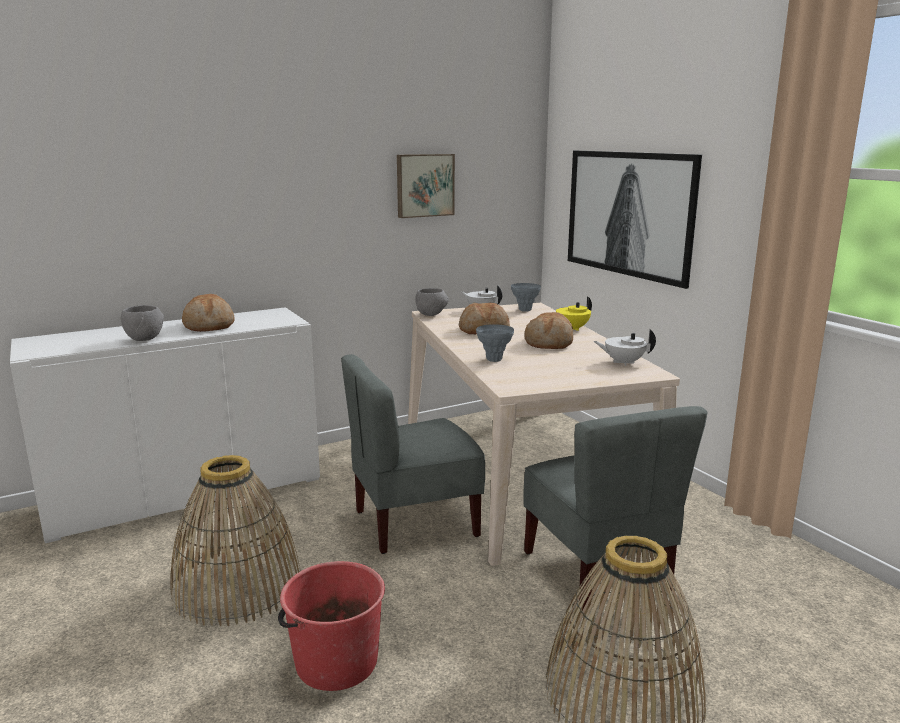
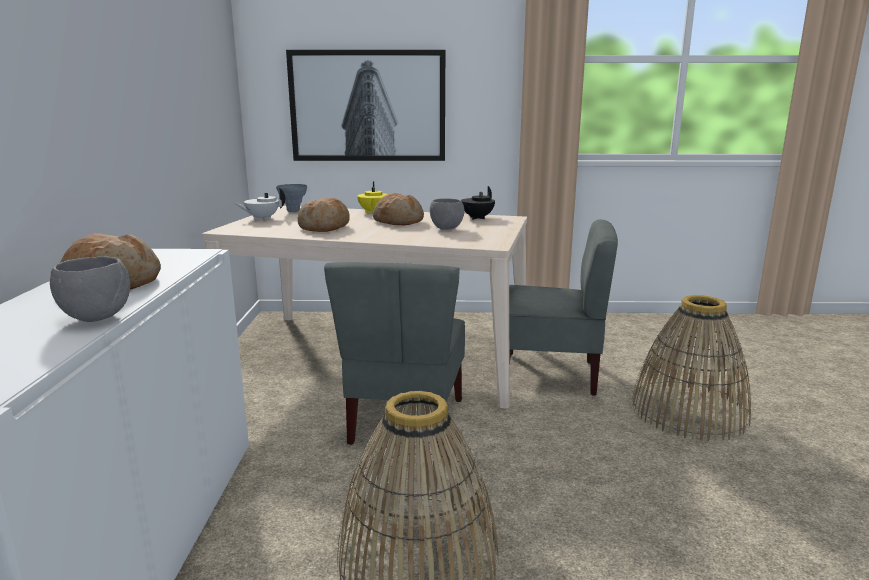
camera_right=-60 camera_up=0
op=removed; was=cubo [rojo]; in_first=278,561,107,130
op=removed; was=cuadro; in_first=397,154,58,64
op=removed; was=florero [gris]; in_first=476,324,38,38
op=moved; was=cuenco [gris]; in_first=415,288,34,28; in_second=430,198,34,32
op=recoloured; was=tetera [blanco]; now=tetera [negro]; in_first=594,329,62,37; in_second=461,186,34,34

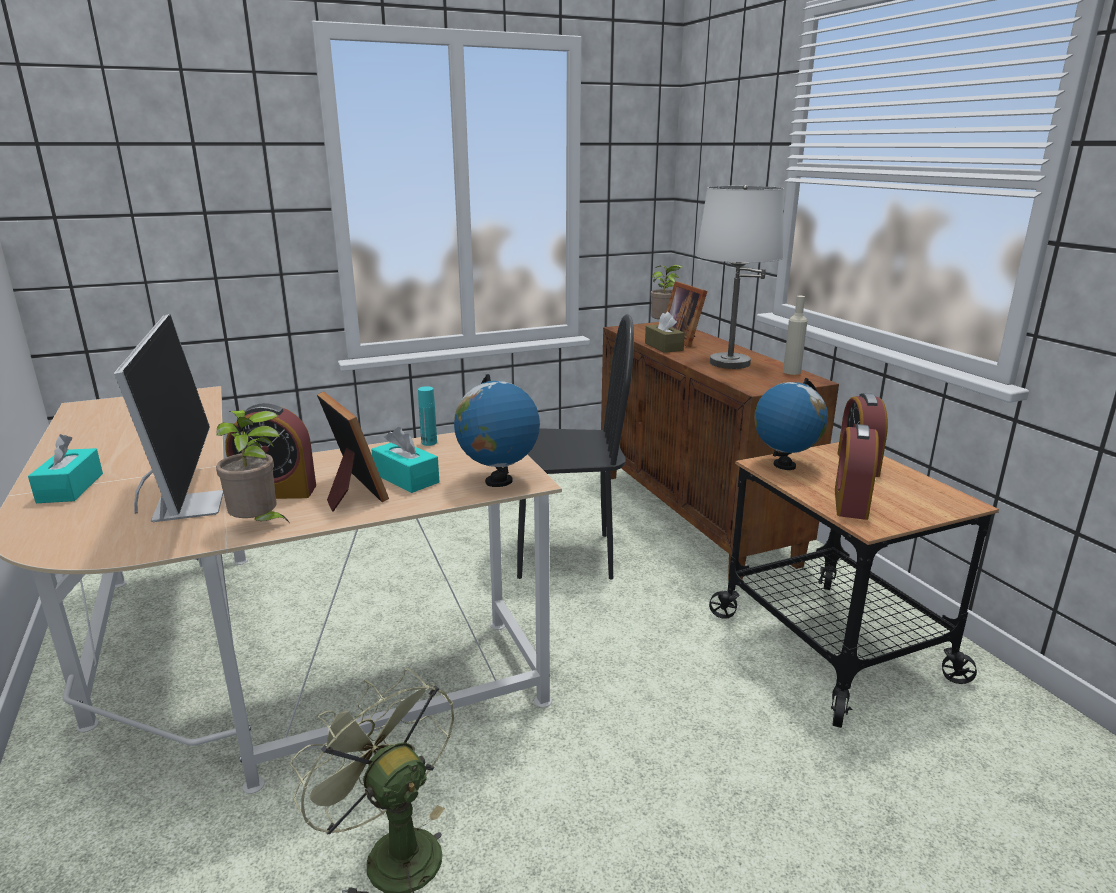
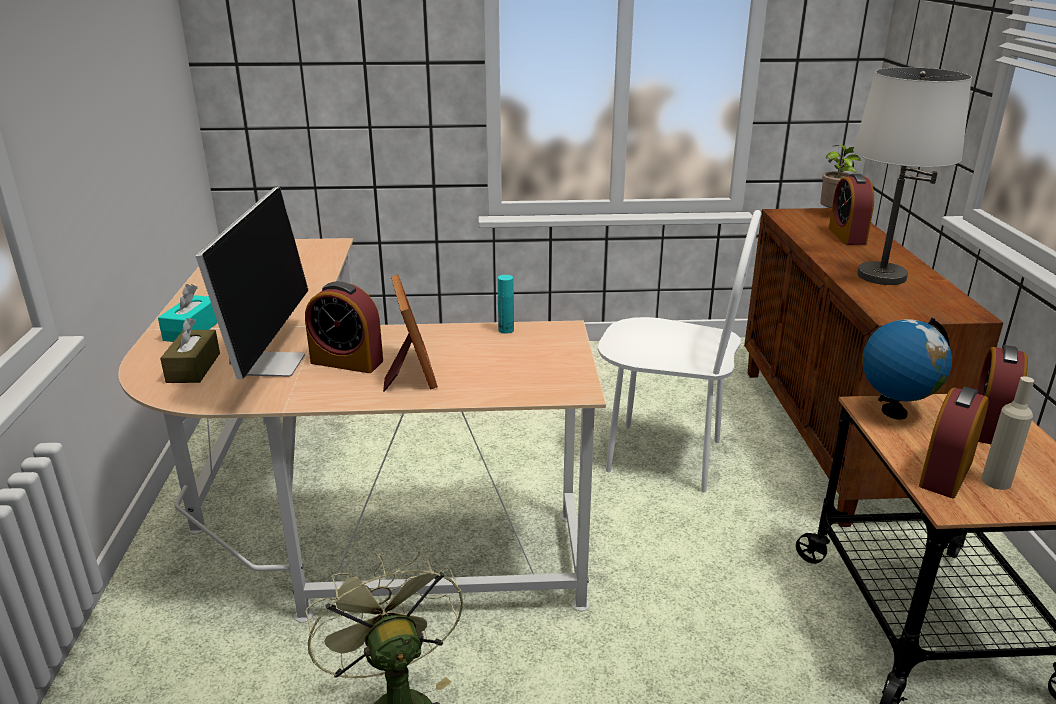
camera_right=20 camera_up=5
op=removed; was=planta en maceta; in_first=216,410,74,113
op=removed; was=caja de pañuelos [turquesa]; in_first=371,427,68,66
op=removed; was=globo terráqueo; in_first=454,374,86,113
op=moved; was=caja de pañuelos [marrón]; in_first=645,312,40,41; in_second=160,318,60,65
op=moved; was=botella [beis]; in_first=783,296,24,79; in_second=982,376,52,114
op=replaced; was=portarretratos; now=despertador; in_first=666,281,41,66; in_second=829,174,45,71
op=recoloured; was=silla [negro]; now=silla [blanco]; in_first=517,314,117,265; in_second=598,210,163,283

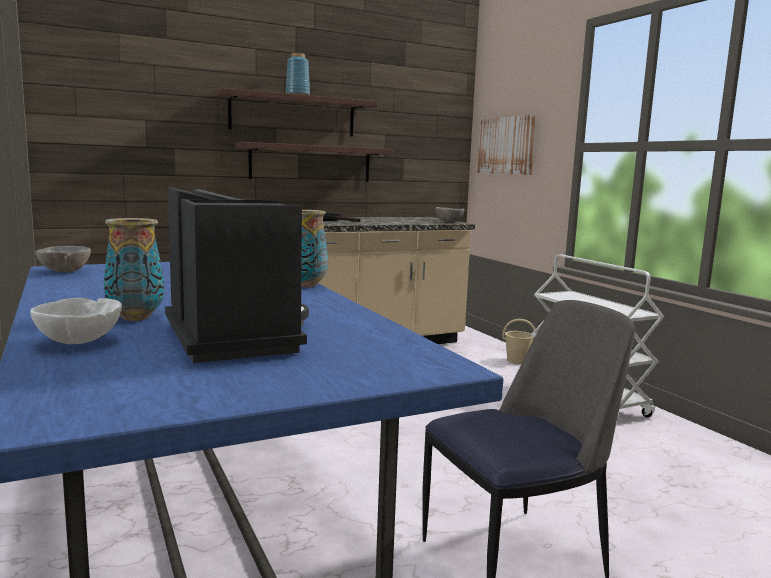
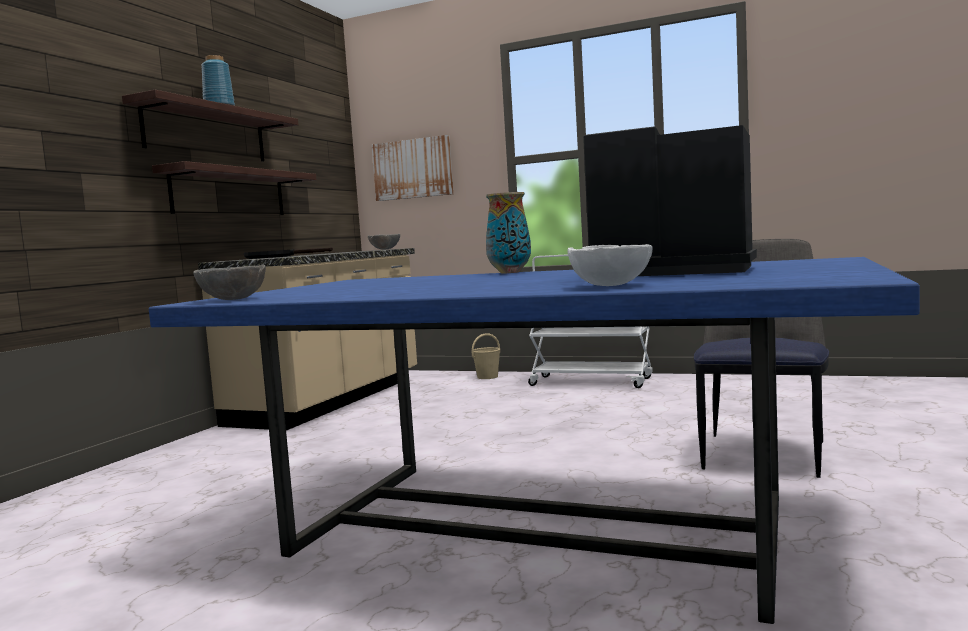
camera_right=-40 camera_up=-5
op=removed; was=florero; in_first=104,218,60,103

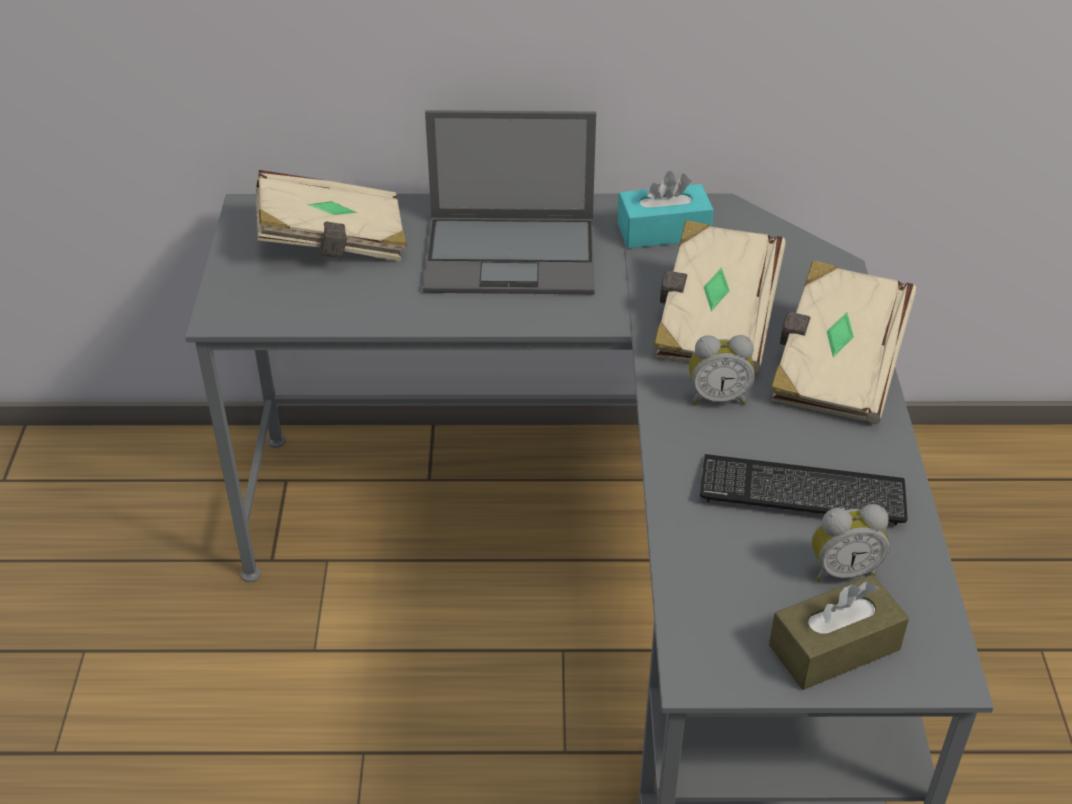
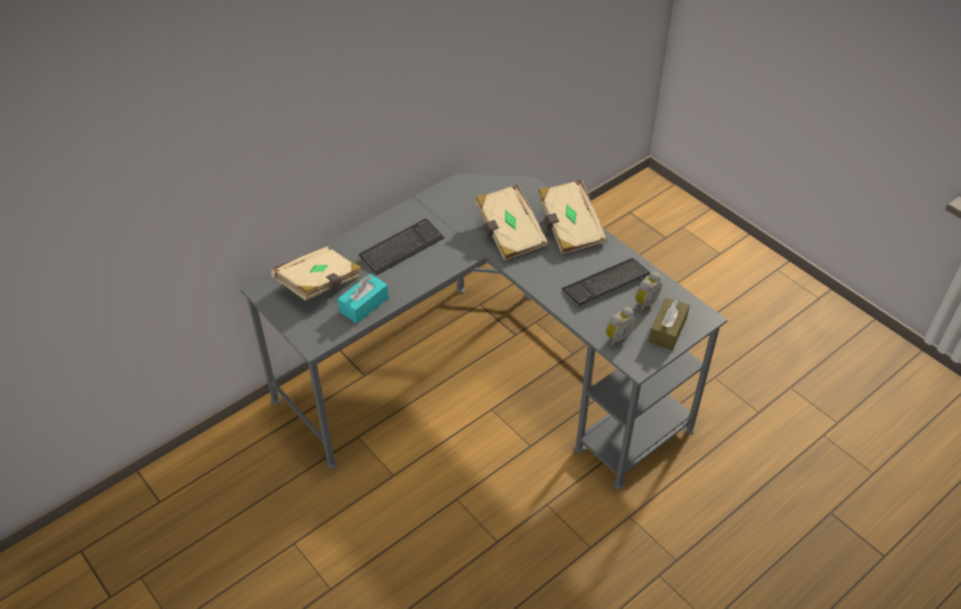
camera_right=-40 camera_up=5
op=moved; was=caja de pañuelos [turquesa]; in_first=617,171,97,77; in_second=338,274,51,50
op=moved; was=despertador; in_first=689,335,66,70; in_second=605,307,30,40
op=replaced; was=portátil; now=teclado; in_first=423,110,173,184; in_second=359,219,85,56

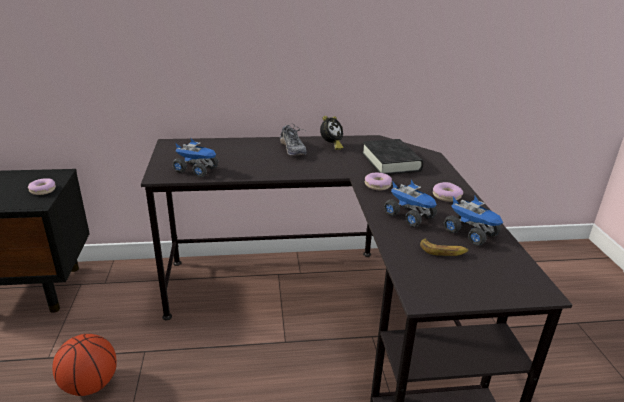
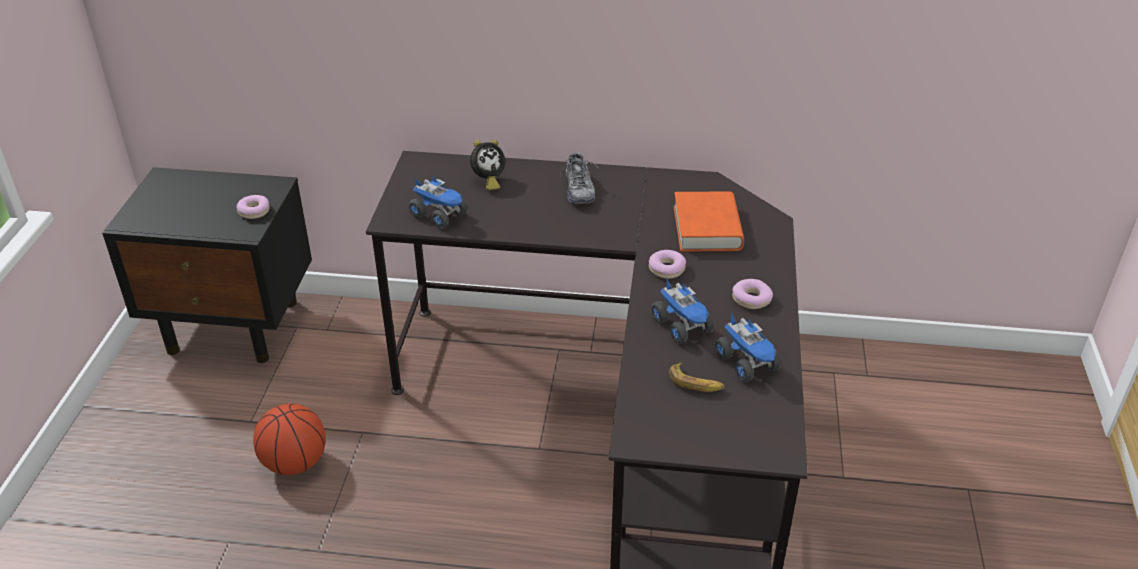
camera_right=15 camera_up=10
op=moved; was=despertador; in_first=320,116,23,34; in_second=470,140,35,50
op=recoloured; was=libro [negro]; now=libro [naranja]; in_first=362,139,62,36; in_second=673,191,71,61

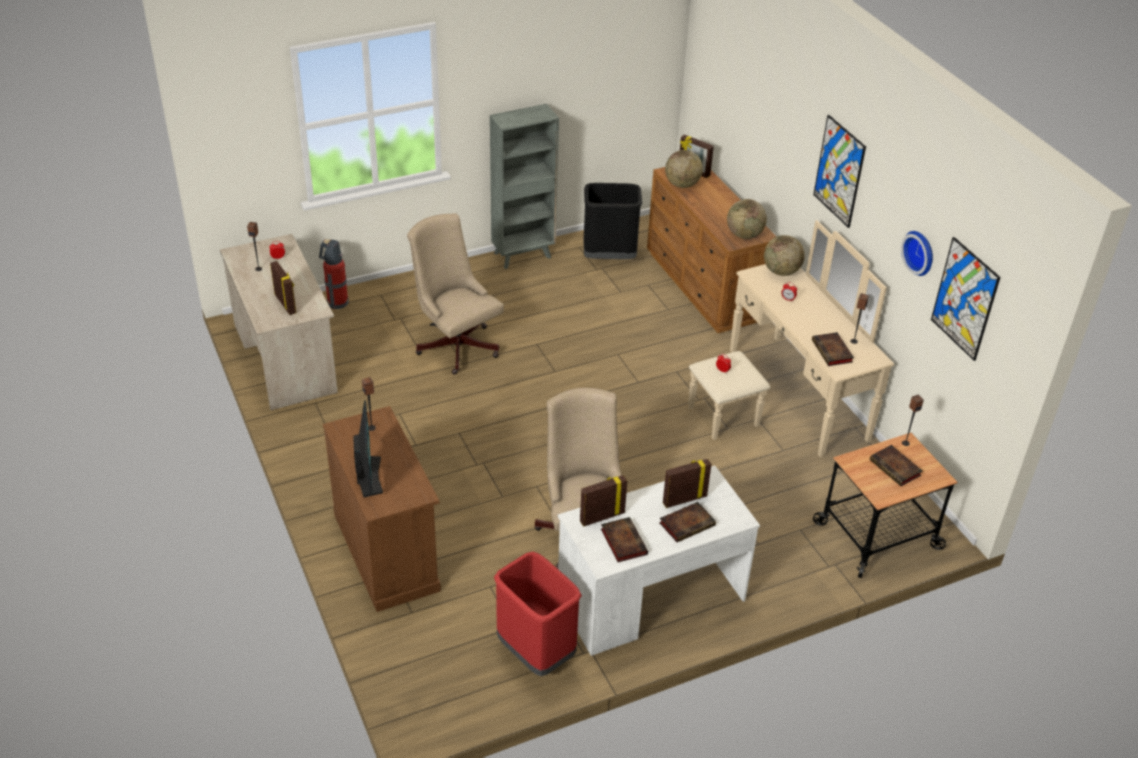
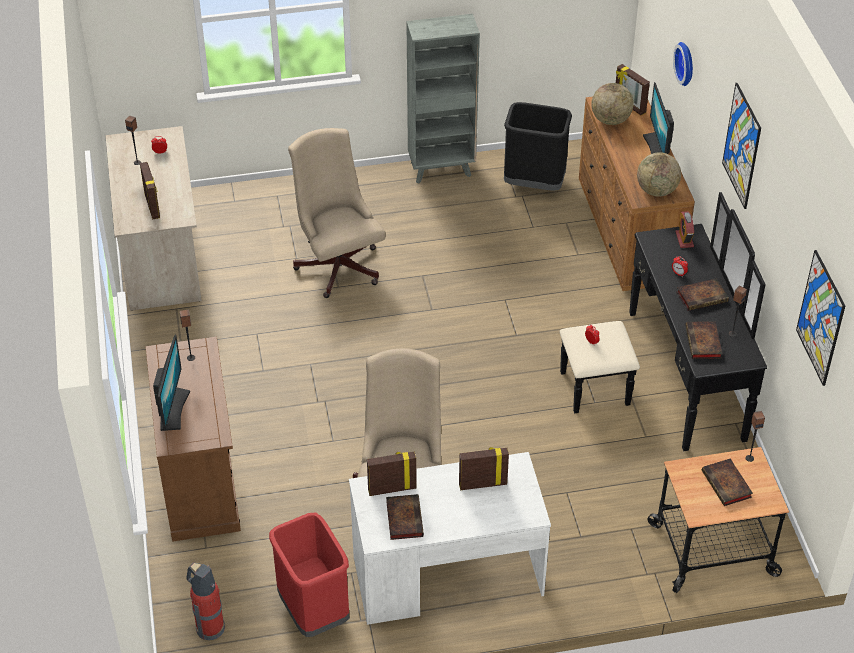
camera_right=15 camera_up=5
op=added; now=monitor; in_second=643,82,31,72
op=moved; was=extintor; in_first=319,239,30,70; in_second=186,562,39,78
op=moved; was=libro; in_first=659,502,57,40; in_second=676,278,53,33
op=moved; was=reloj de pared; in_first=901,231,32,45; in_second=673,42,20,44
op=replaced; was=globo terráqueo; now=despertador; in_first=764,235,41,41; in_second=675,211,19,37
op=recoloured; was=cómoda [beis]; now=cómoda [negro]; in_first=688,220,206,237; in_second=560,192,207,259

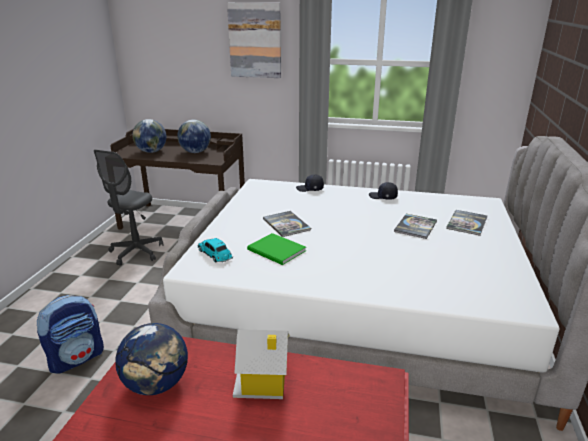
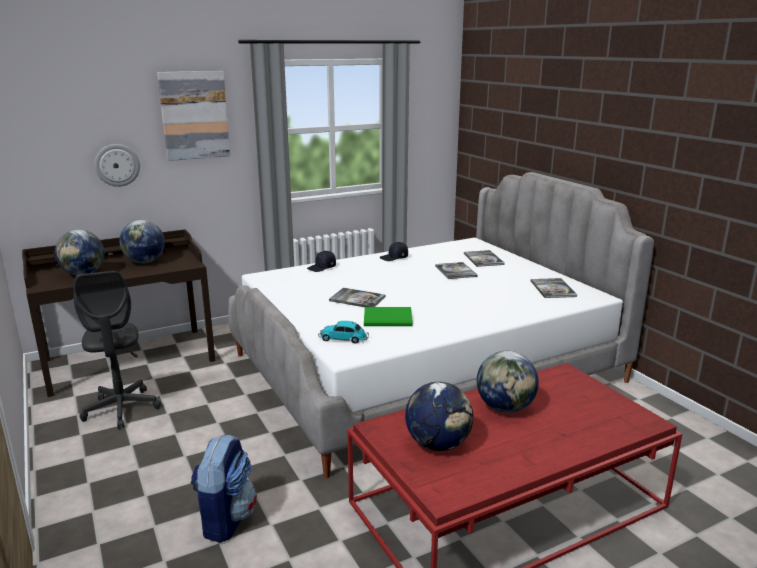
camera_right=-40 camera_up=-5
op=added; now=reloj de pared; in_second=94,144,46,43
op=added; now=libro; in_second=531,278,46,20
op=replaced; was=casita; now=globo terráqueo; in_first=233,329,56,70; in_second=477,351,62,62

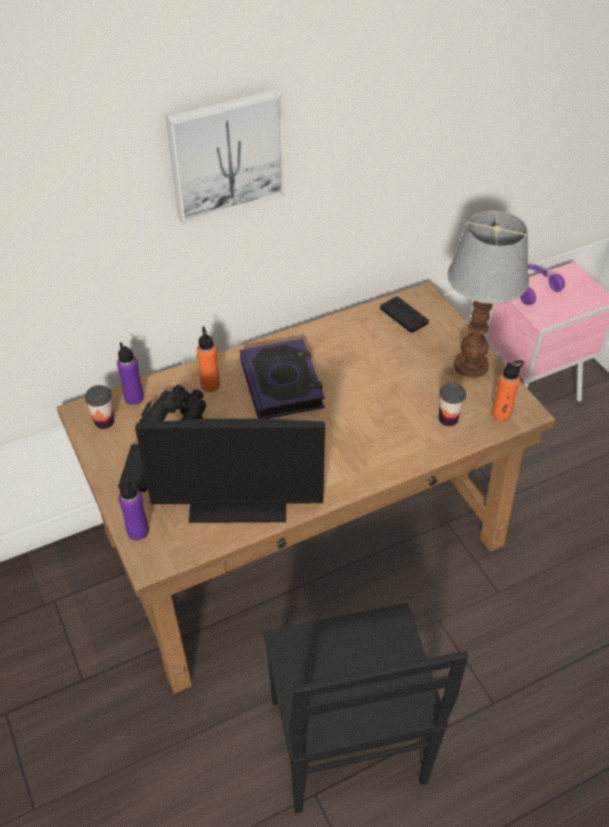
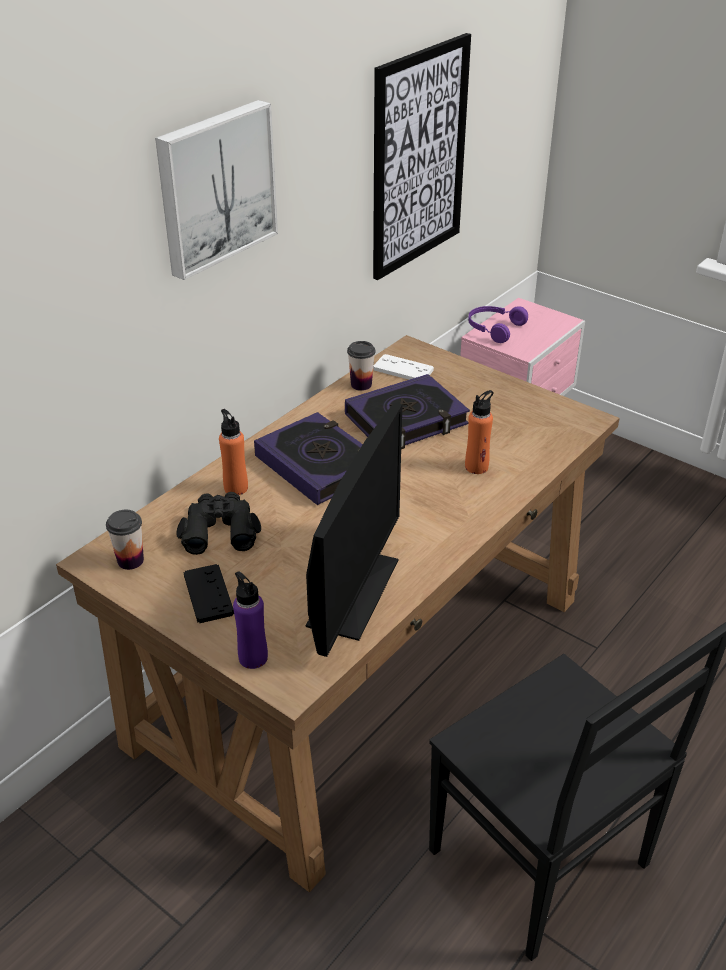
camera_right=-25 camera_up=-10
op=removed; was=botella [morado]; in_first=117,342,27,63
op=removed; was=lámpara de mesa; in_first=448,210,81,168
op=added; now=libro; in_second=345,374,125,75
op=added; now=cuadro; in_second=373,33,98,247
op=moved; was=taza; in_first=439,382,27,44; in_second=347,341,28,50
op=moved; was=botella [naranja]; in_first=492,360,32,61; in_second=465,390,29,84
op=recoloured; was=mando de consola [negro]; now=mando de consola [blanco]; in_first=380,297,49,36; in_second=373,354,61,26
op=turned; was=monitor; in_first=135,419,190,104; in_second=306,403,96,254; clockwise=-45

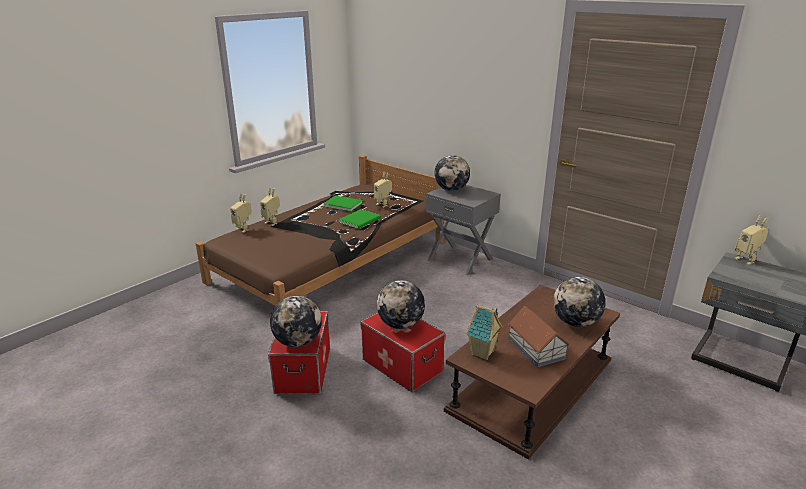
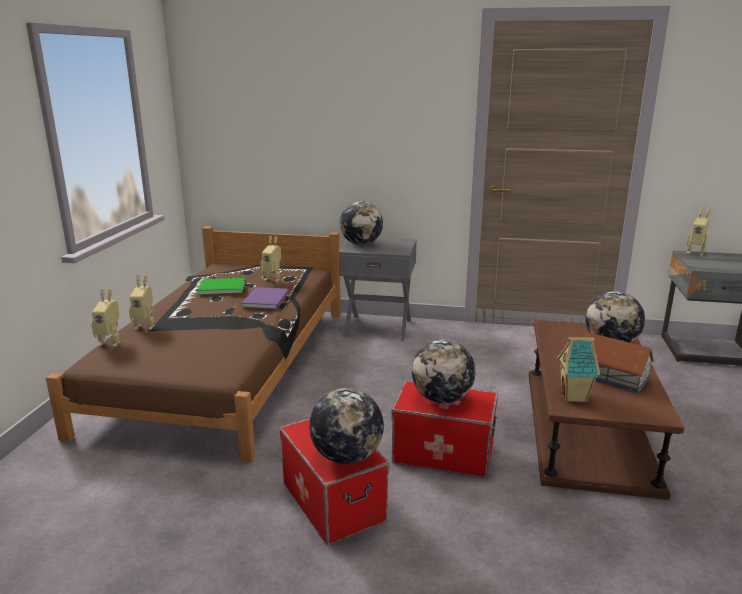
camera_right=-30 camera_up=-5
op=recoloured; was=libro [verde]; now=libro [morado]; in_first=338,209,43,20; in_second=242,287,47,22

